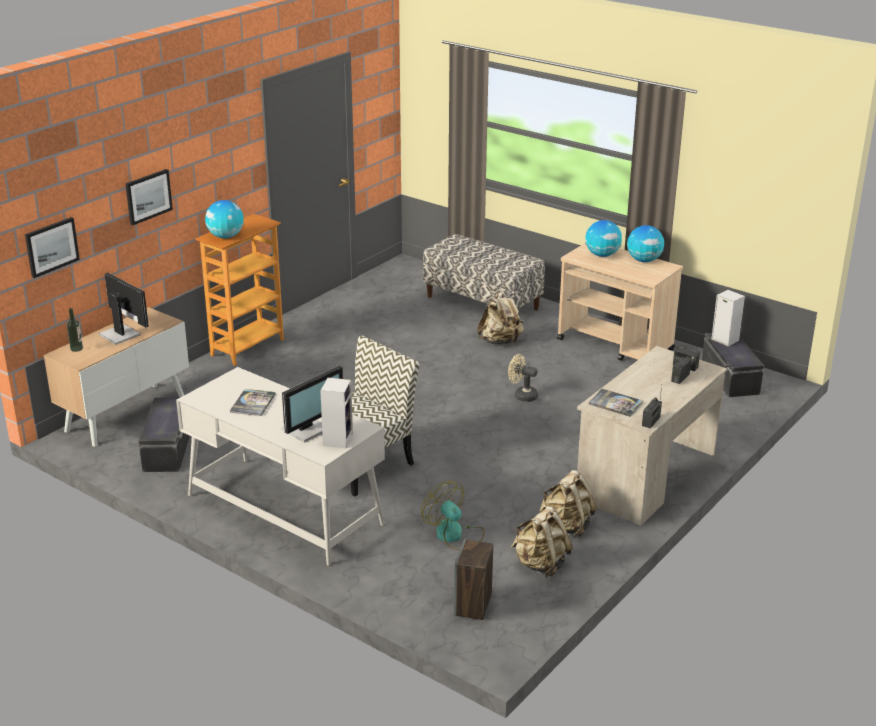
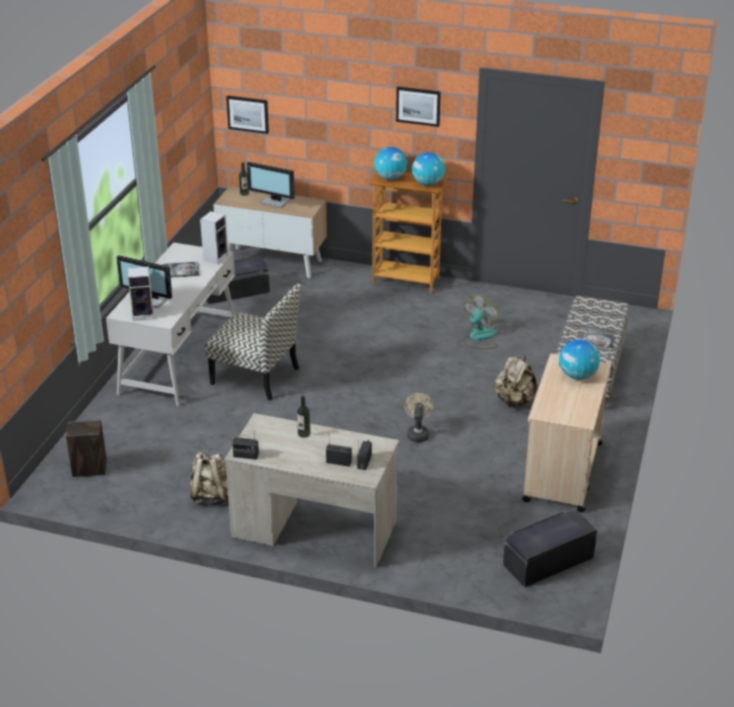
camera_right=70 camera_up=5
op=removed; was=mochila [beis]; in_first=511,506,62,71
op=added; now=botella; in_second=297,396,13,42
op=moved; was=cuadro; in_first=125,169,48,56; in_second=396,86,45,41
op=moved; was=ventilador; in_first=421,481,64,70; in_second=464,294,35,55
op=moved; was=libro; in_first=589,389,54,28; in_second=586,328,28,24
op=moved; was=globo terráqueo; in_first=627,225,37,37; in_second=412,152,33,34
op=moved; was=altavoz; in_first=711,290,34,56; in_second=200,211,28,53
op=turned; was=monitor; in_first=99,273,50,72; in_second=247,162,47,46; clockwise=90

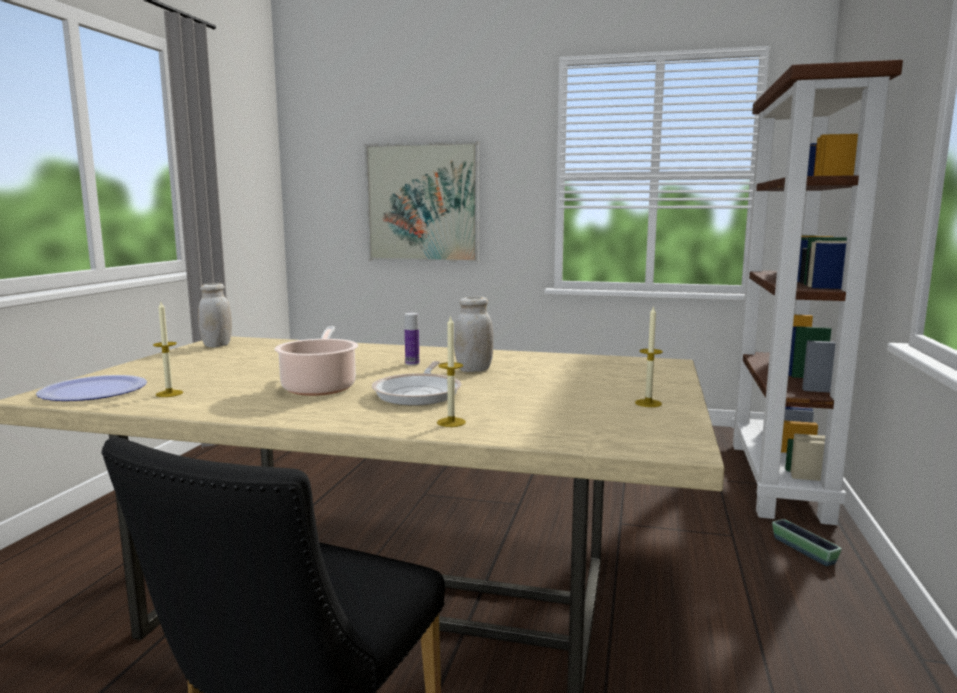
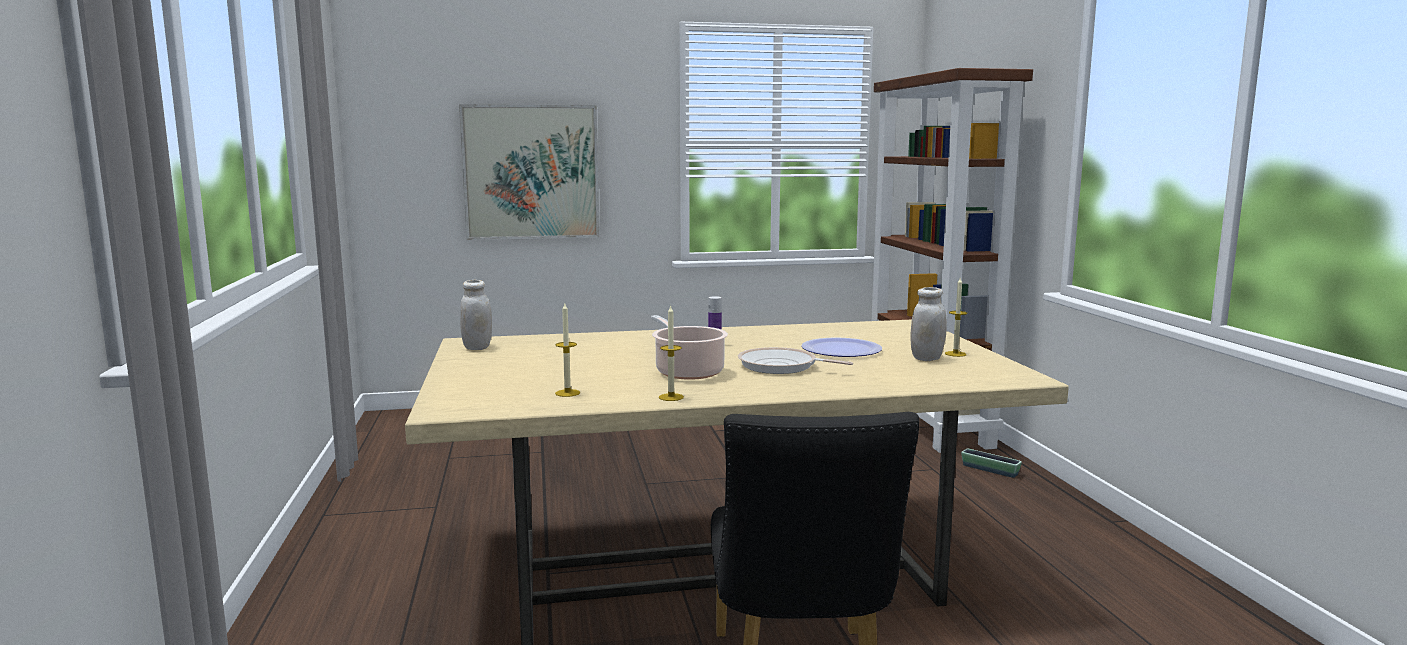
camera_right=-25 camera_up=0
op=moved; was=plato; in_first=36,375,111,26; in_second=801,338,81,19
op=moved; was=vela; in_first=437,315,29,112; in_second=659,305,25,96
op=moved; was=tarro [blanco]; in_first=454,296,40,76; in_second=911,287,36,74
op=turned; was=sartén; in_first=372,361,89,44; in_second=738,347,115,27; clockwise=135

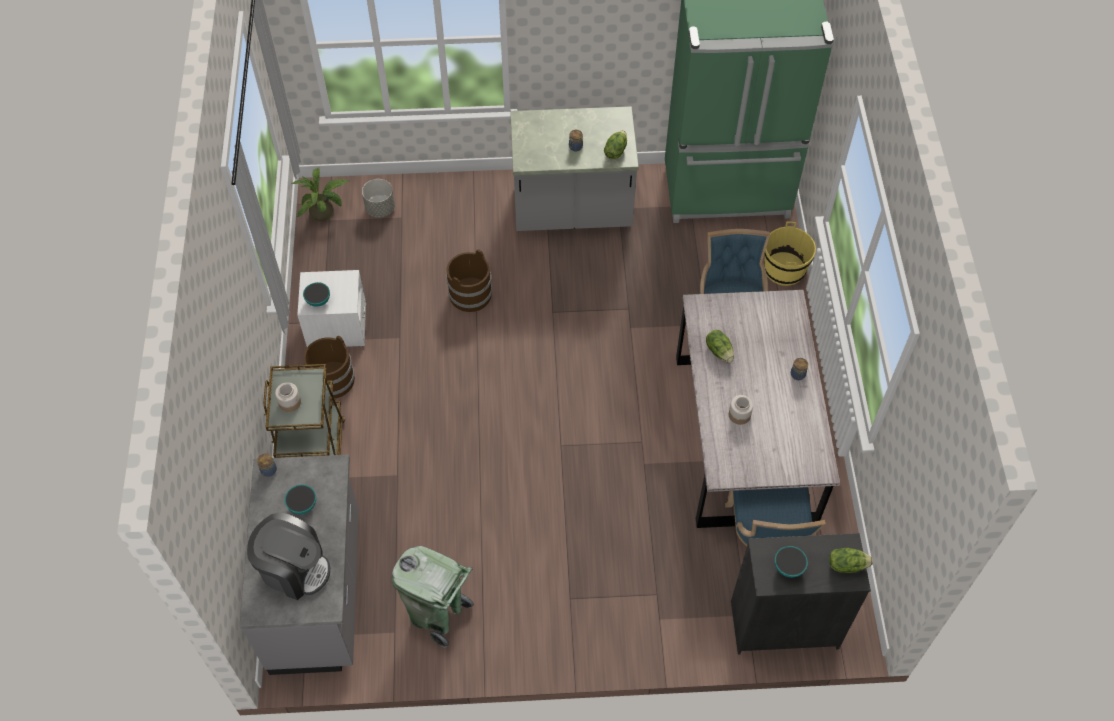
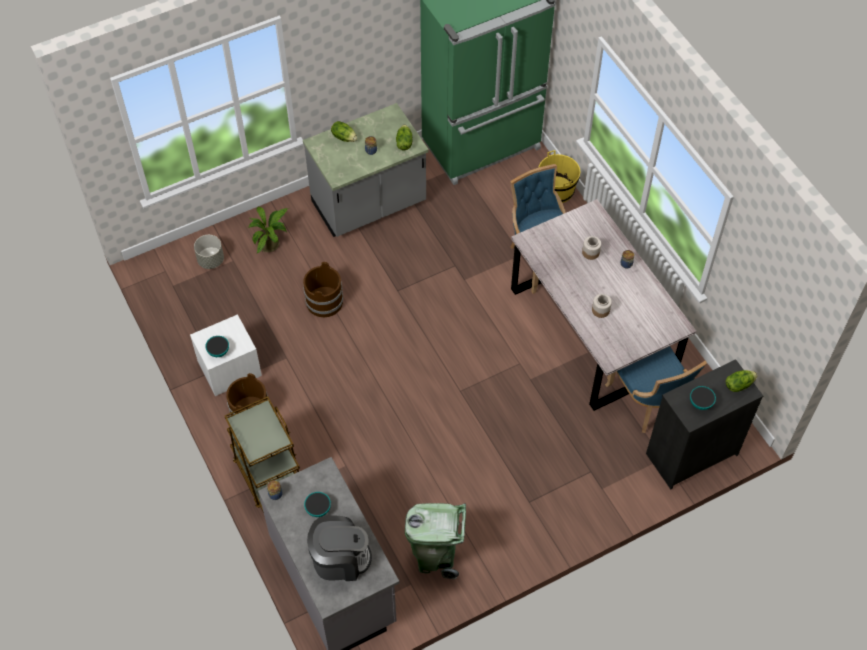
camera_right=-25 camera_up=0
op=moved; was=tarro; in_first=275,382,26,30; in_second=582,236,19,24
op=moved; was=planta en maceta; in_first=292,168,58,54; in_second=248,207,40,46
op=moved; was=lechuga; in_first=706,330,28,33; in_second=331,121,26,21

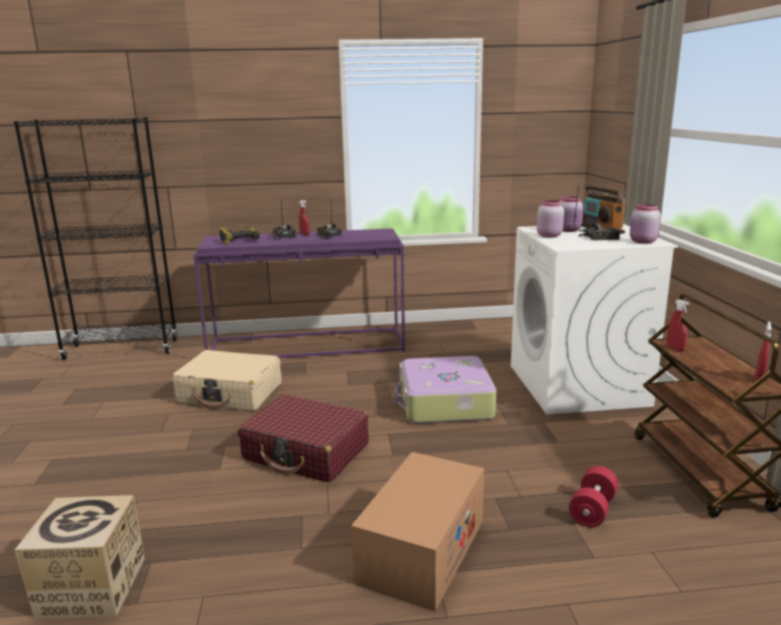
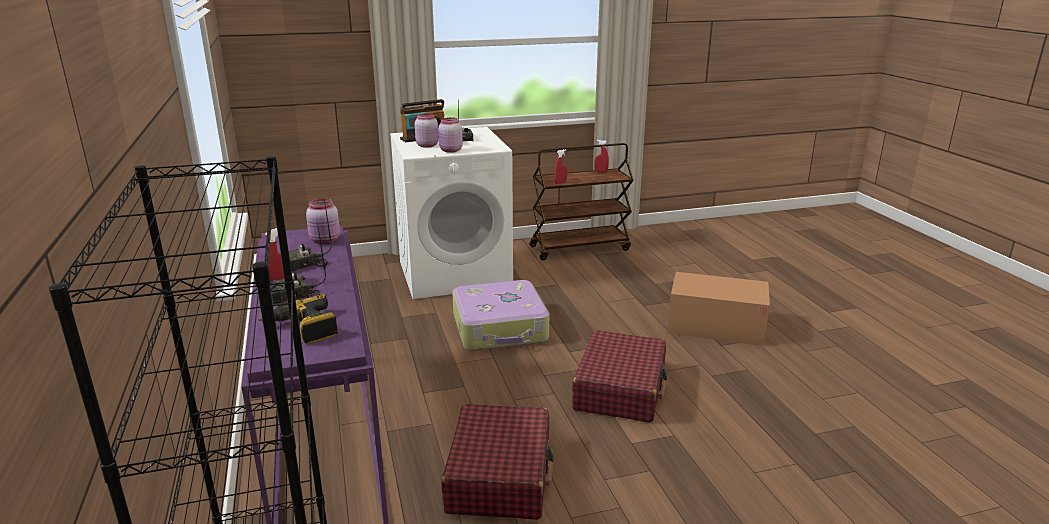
camera_right=-100 camera_up=5
op=removed; was=caja de cartón; in_first=15,495,130,124
op=removed; was=mancuerna [rojo]; in_first=569,466,49,61
op=moved; was=tarro [rosa]; in_first=630,204,31,40; in_second=306,199,34,45
op=recoloured; was=maleta [beis]; now=maleta [rojo]; in_first=172,350,110,61; in_second=441,404,113,116

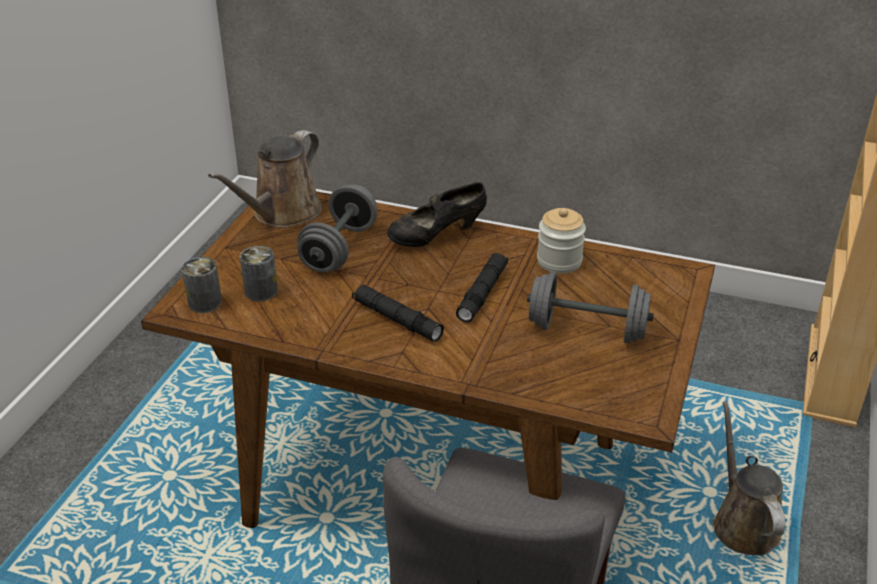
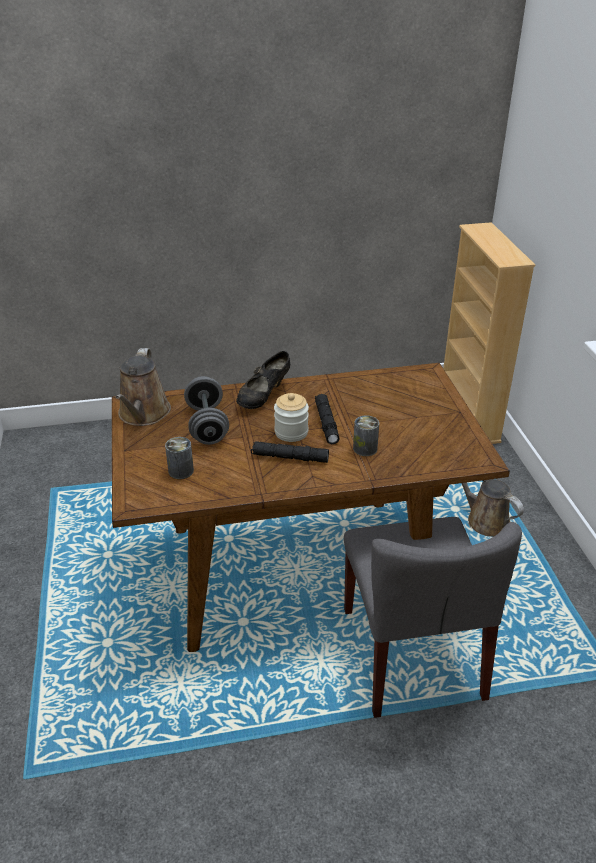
camera_right=-30 camera_up=0
op=removed; was=mancuerna [gris]; in_first=527,272,127,72
op=moved; was=lata; in_first=182,257,40,56; in_second=353,415,26,41
op=moved; was=tarro; in_first=537,208,49,66; in_second=274,393,35,49

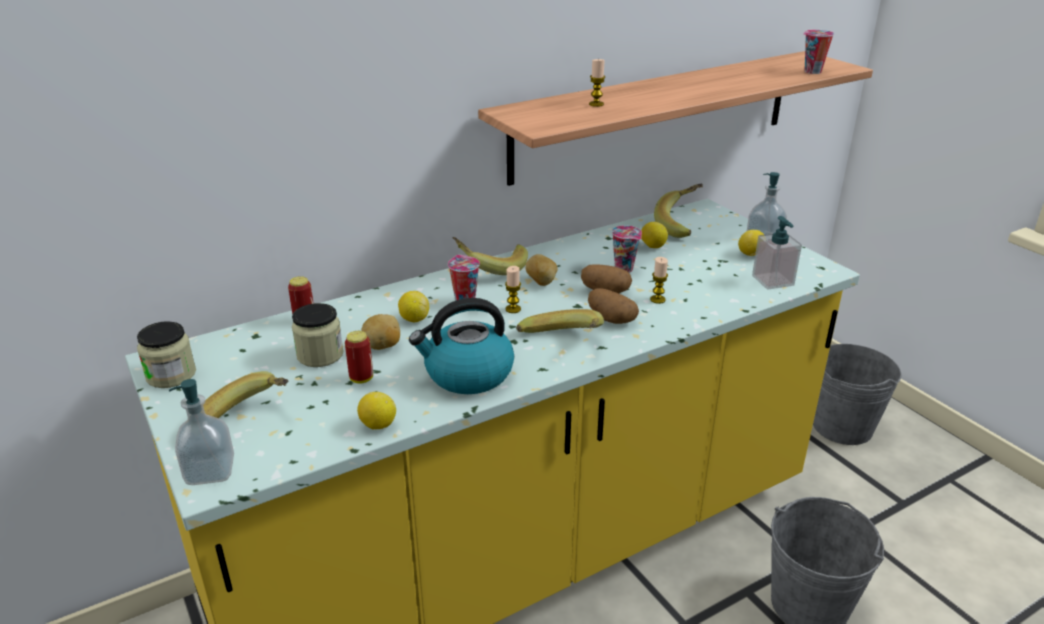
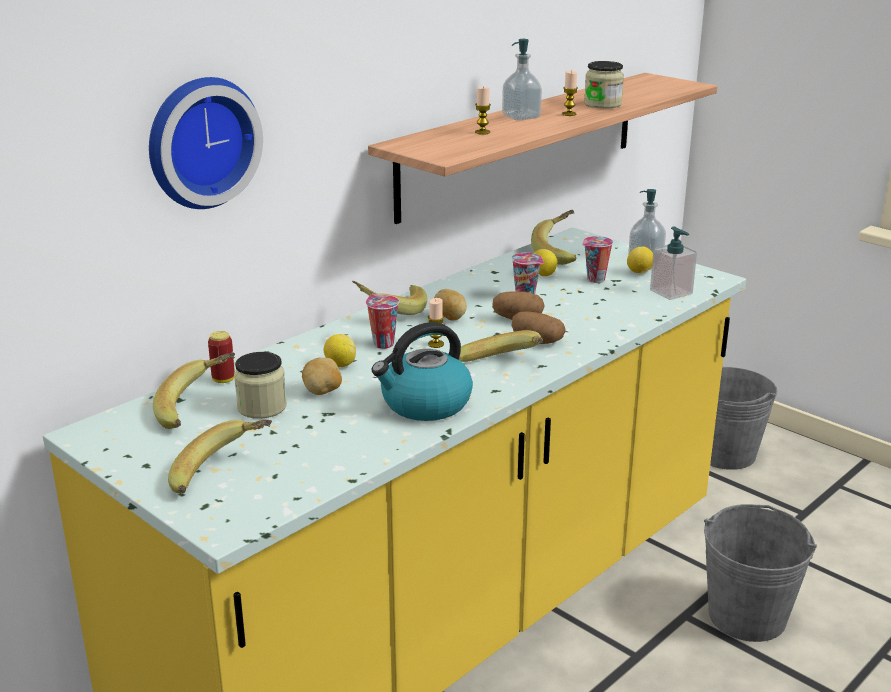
camera_right=-15 camera_up=-5
op=removed; was=lata; in_first=345,331,28,53
op=removed; was=limón; in_first=357,392,39,37
op=added; now=reloj de pared; in_second=149,77,114,132
op=added; now=plátano; in_second=153,353,82,76
op=moved; was=tarro; in_first=137,321,59,67; in_second=584,61,40,48
op=moved; was=dispensador de jabón; in_first=169,379,65,106; in_second=502,39,40,82
op=moved; was=vela; in_first=650,257,18,47; in_second=562,70,16,46
op=moved; was=taza; in_first=803,30,31,44; in_second=582,236,31,47

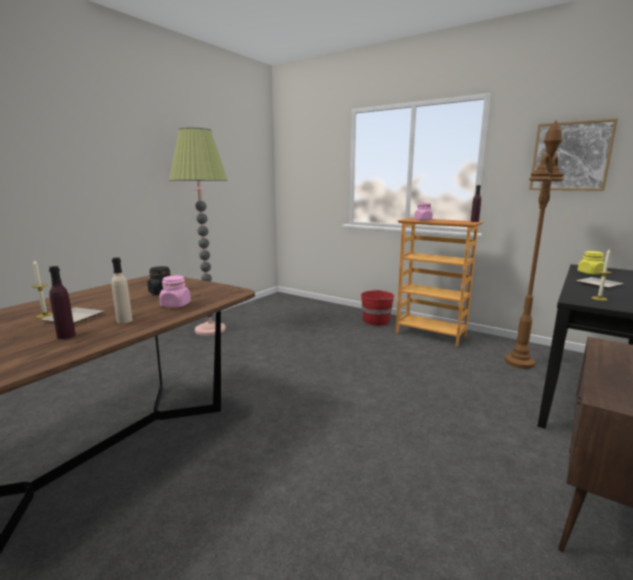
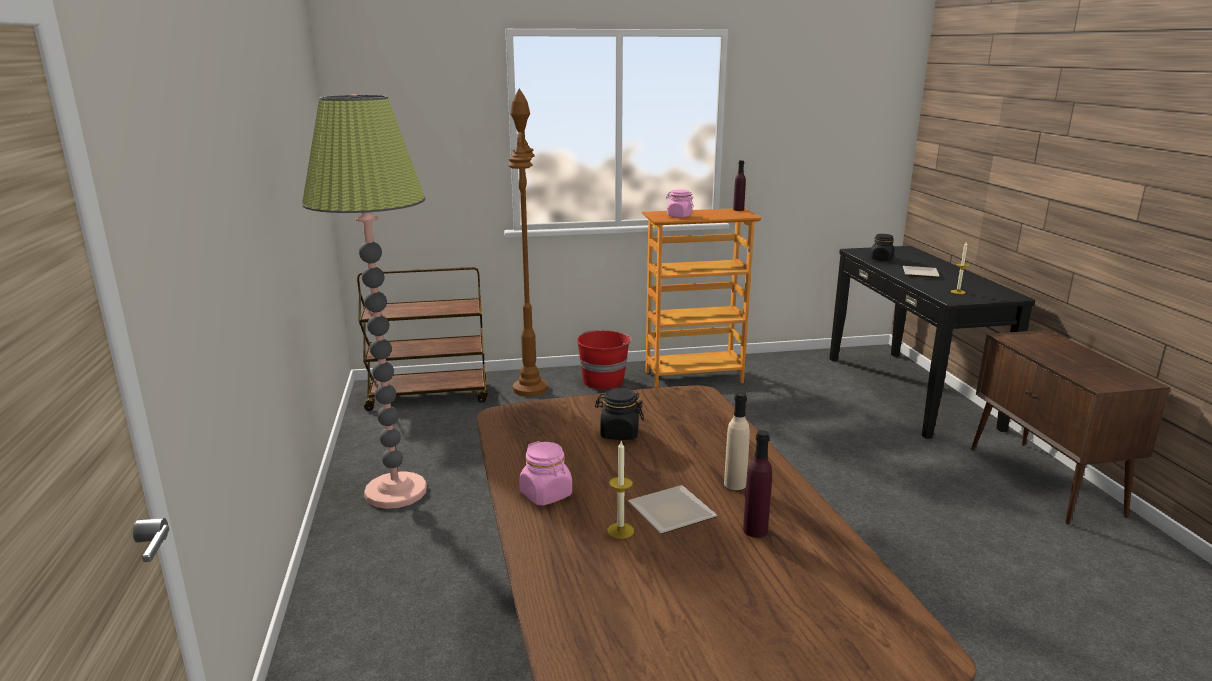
camera_right=-45 camera_up=5
op=removed; was=cuadro; in_first=529,118,89,73
op=added; now=carrito [marrón]; in_second=357,267,131,144
op=moved; was=tarro [rosa]; in_first=159,275,32,32; in_second=519,441,53,65
op=moved; was=lámpara de pie [marrón]; in_first=505,120,59,249; in_second=508,88,40,309
op=recoloured; was=tarro [amarillo]; now=tarro [negro]; in_first=577,251,27,23; in_second=870,234,25,27

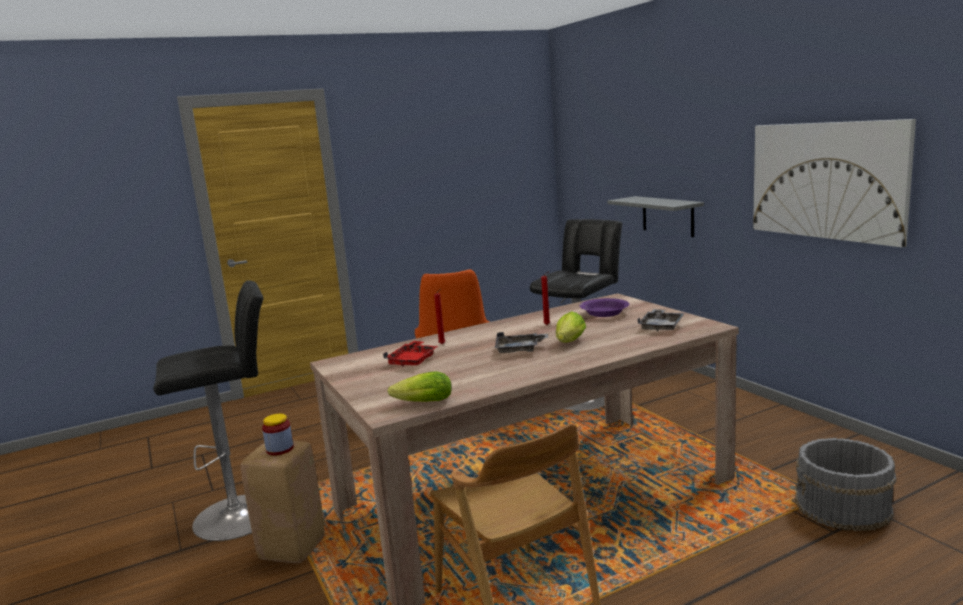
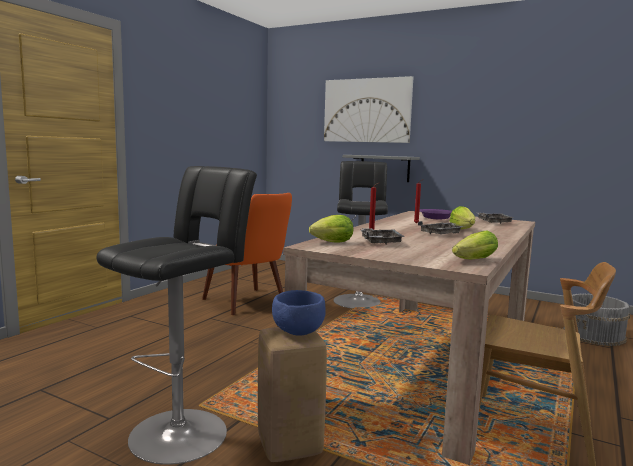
camera_right=-35 camera_up=-5
op=added; now=lechuga; in_second=309,215,44,28
op=moved; was=cuadro; in_first=753,119,163,128; in_second=324,76,89,67
op=replaced; was=tarro; now=cuenco [azul]; in_first=262,414,32,41; in_second=272,290,54,46
op=recoloured; was=bandeja [rojo]; now=bandeja [gris]; in_first=383,341,55,26; in_second=361,228,43,16

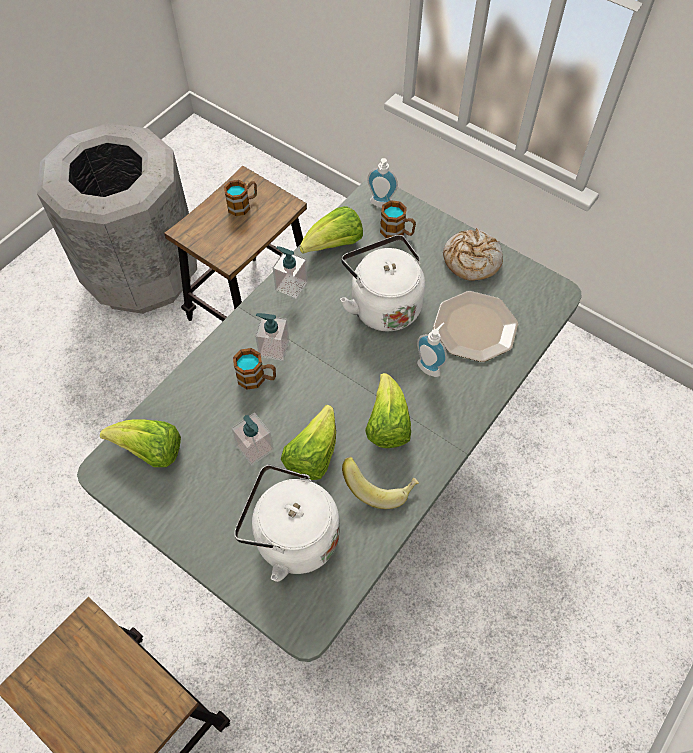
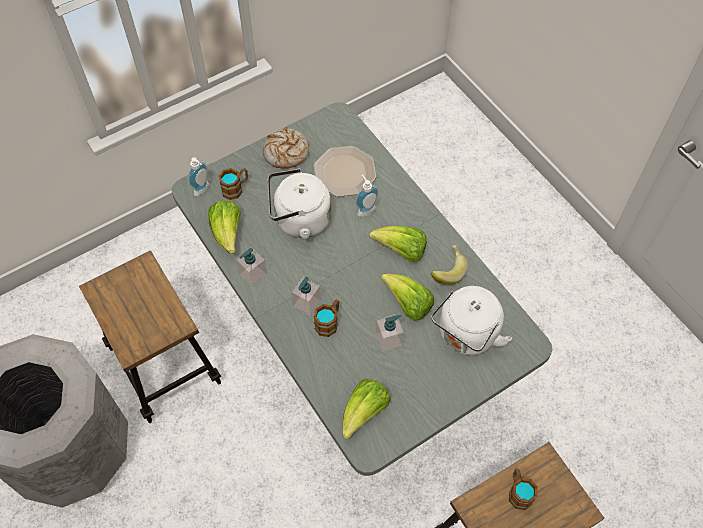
camera_right=-70 camera_up=0
op=moved; was=taza grande; in_first=224,180,33,36; in_second=509,469,29,41

